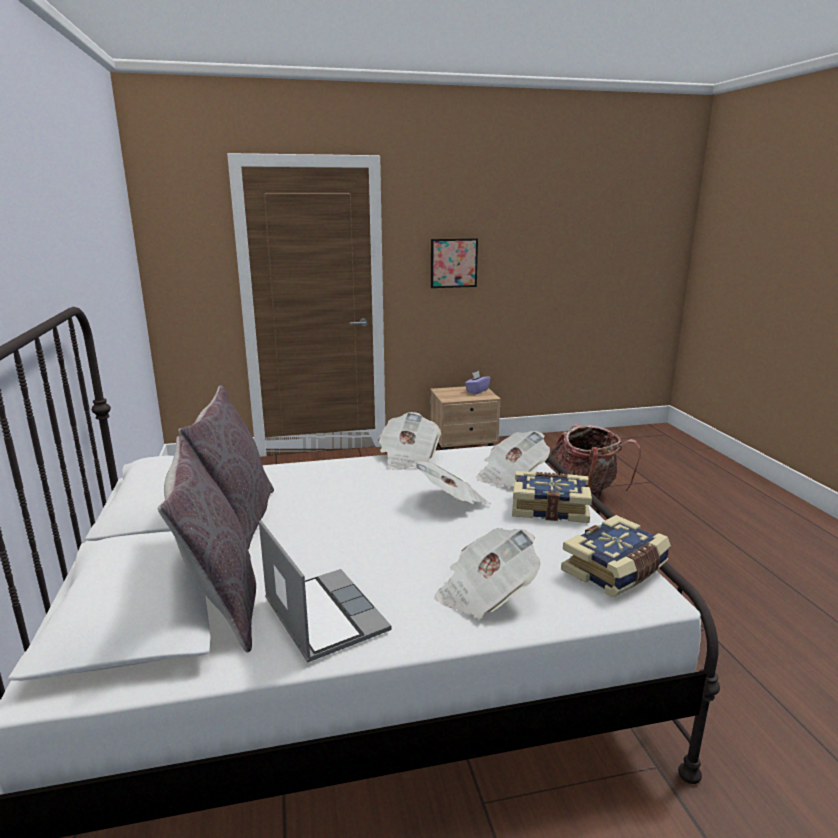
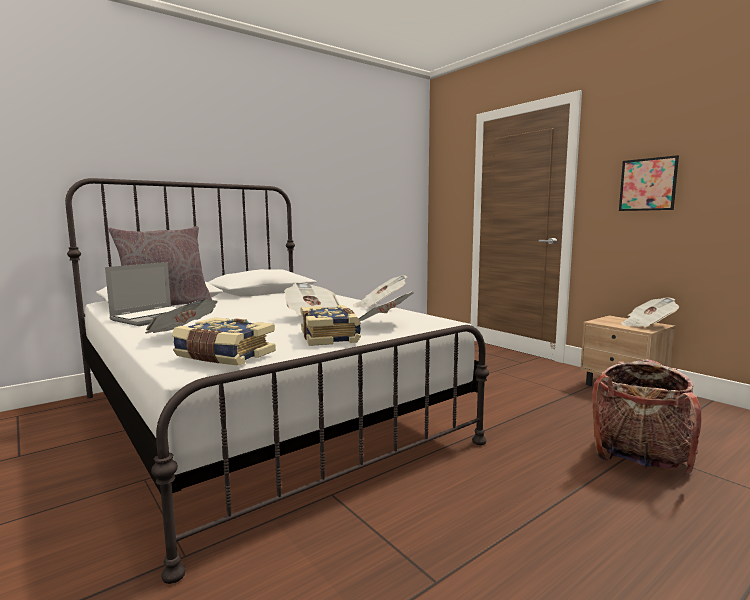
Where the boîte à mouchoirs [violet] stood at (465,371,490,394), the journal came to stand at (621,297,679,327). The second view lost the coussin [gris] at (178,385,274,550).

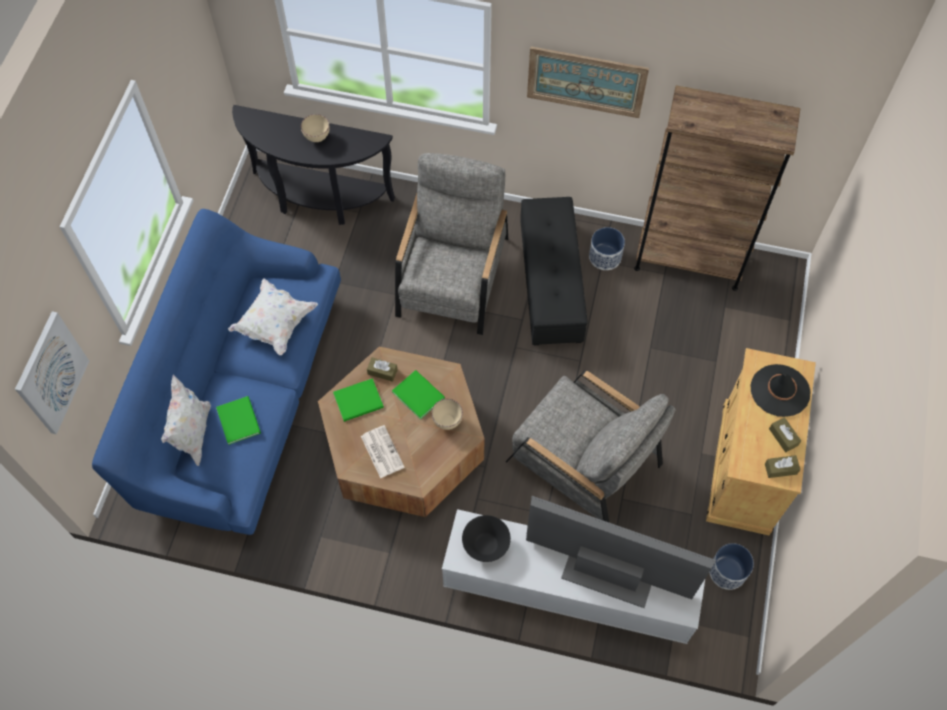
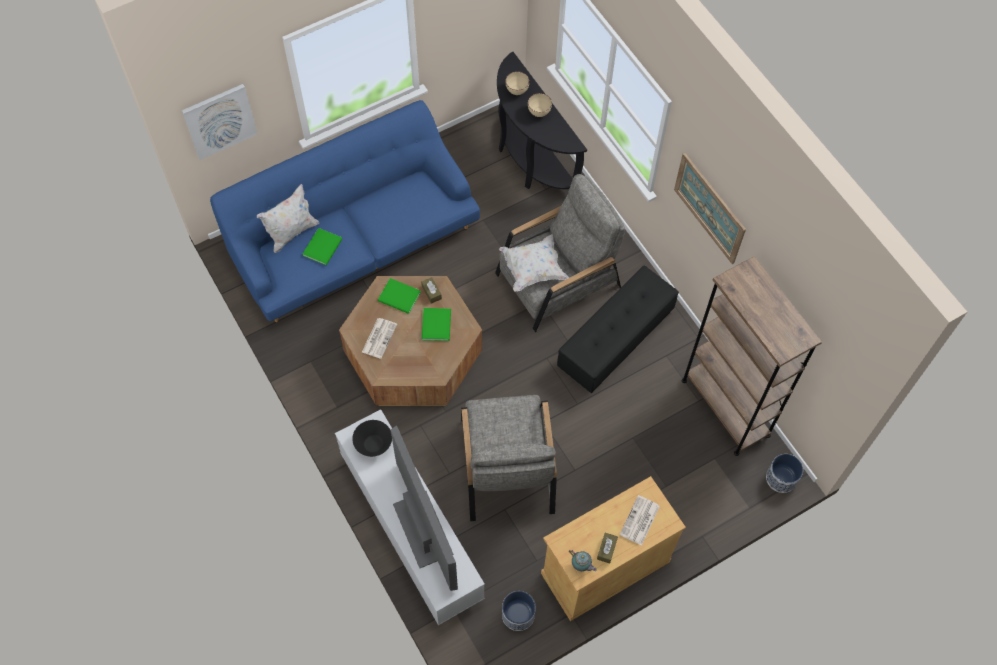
The cache-pot ended up elsewhere, having gone from (589,227,625,270) to (766,454,803,493). The coussin [blanc] ended up elsewhere, having gone from (228,278,318,355) to (499,234,569,292). Where the chapeau [noir] stood at (750,364,810,417), the journal came to stand at (620,495,660,546). The bol [beige] ended up elsewhere, having gone from (431,399,463,430) to (505,71,529,95). Where the boîte à mouchoirs [marron] stood at (765,455,800,478), the théière came to stand at (569,550,597,571).

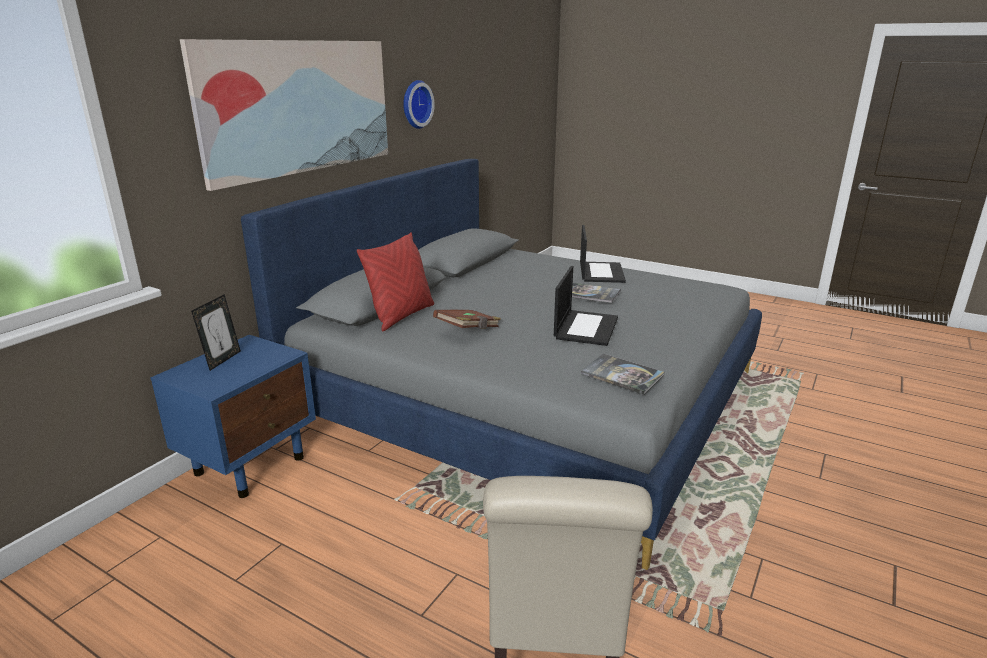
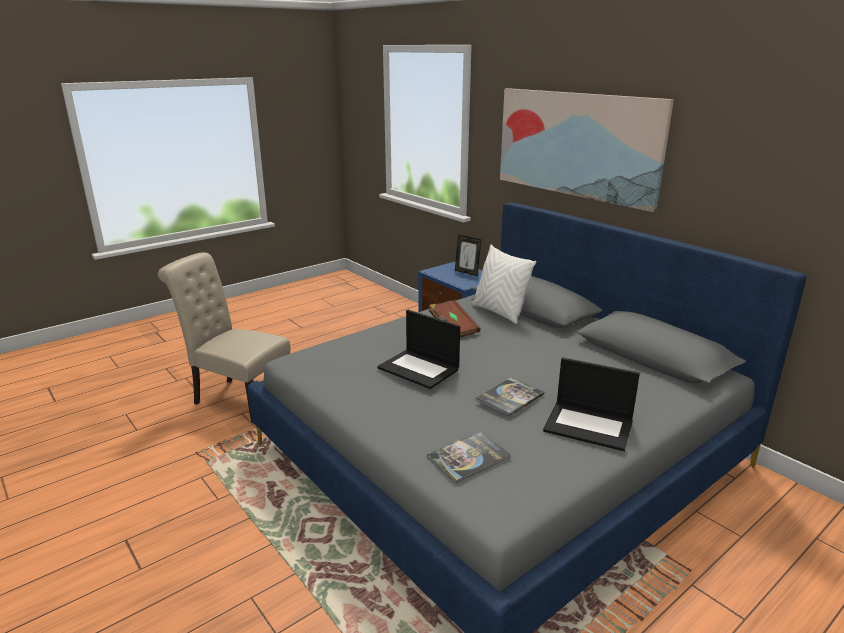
The second view lost the horloge murale at (403,80,435,129). What was the coussin [rouge] at (357,232,434,331) turned into the coussin [blanc] at (472,245,536,324). The livre ended up elsewhere, having gone from (581,354,664,394) to (427,431,511,483).

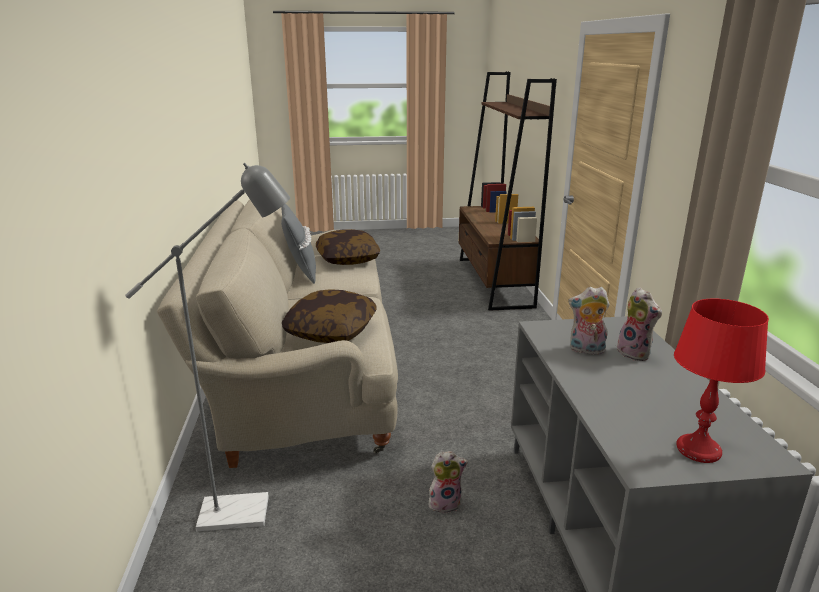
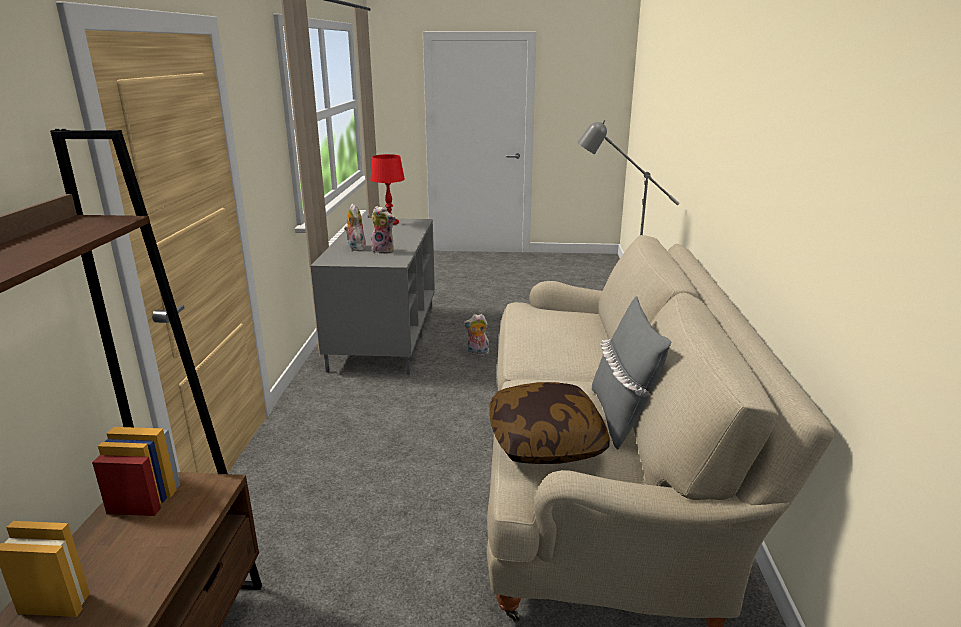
The second view lost the coussin at (282,289,376,343).

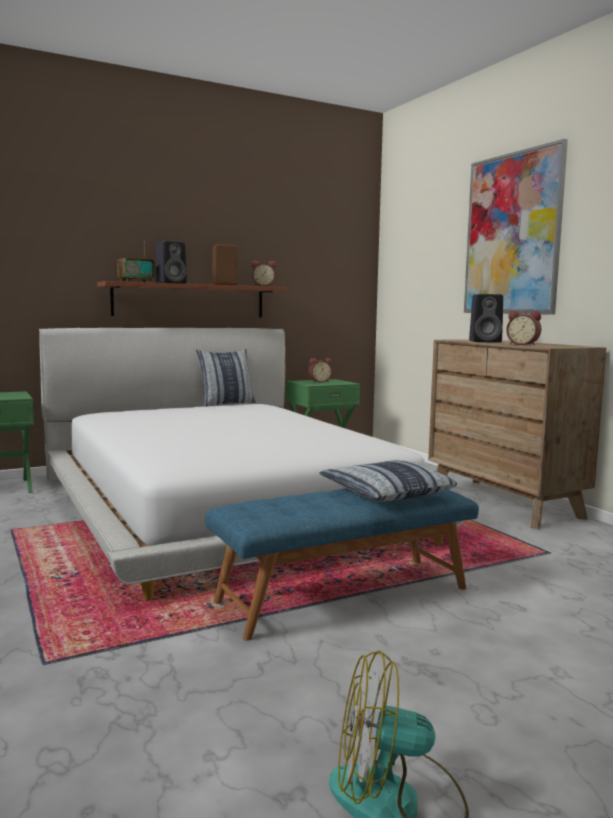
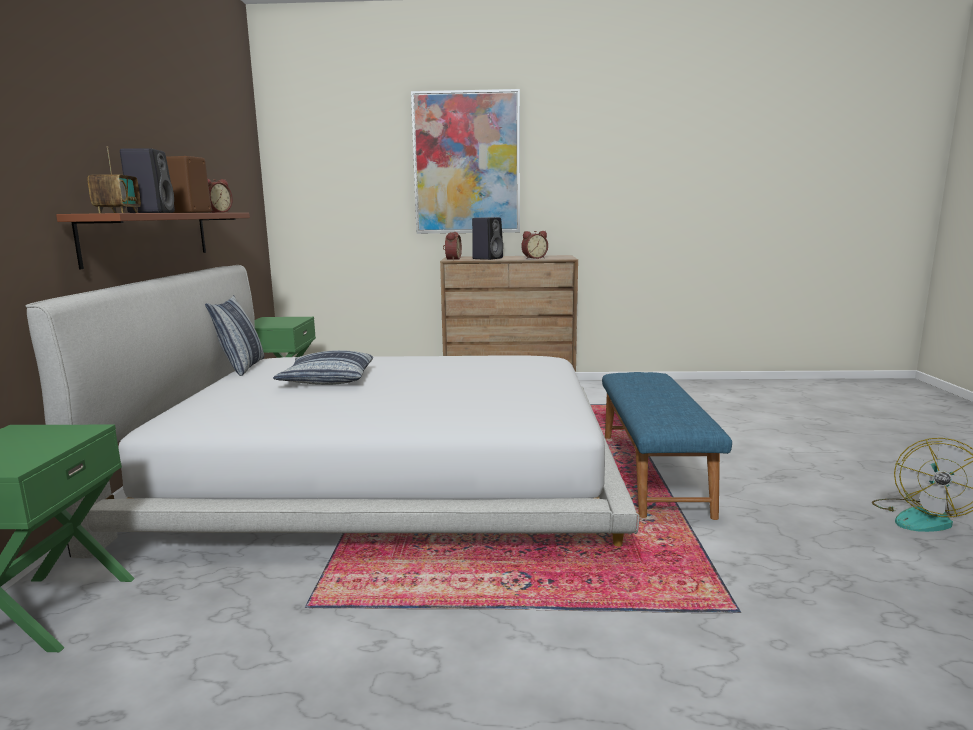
The réveil ended up elsewhere, having gone from (308,358,332,383) to (443,232,462,260). The coussin ended up elsewhere, having gone from (320,460,457,502) to (273,350,373,385).

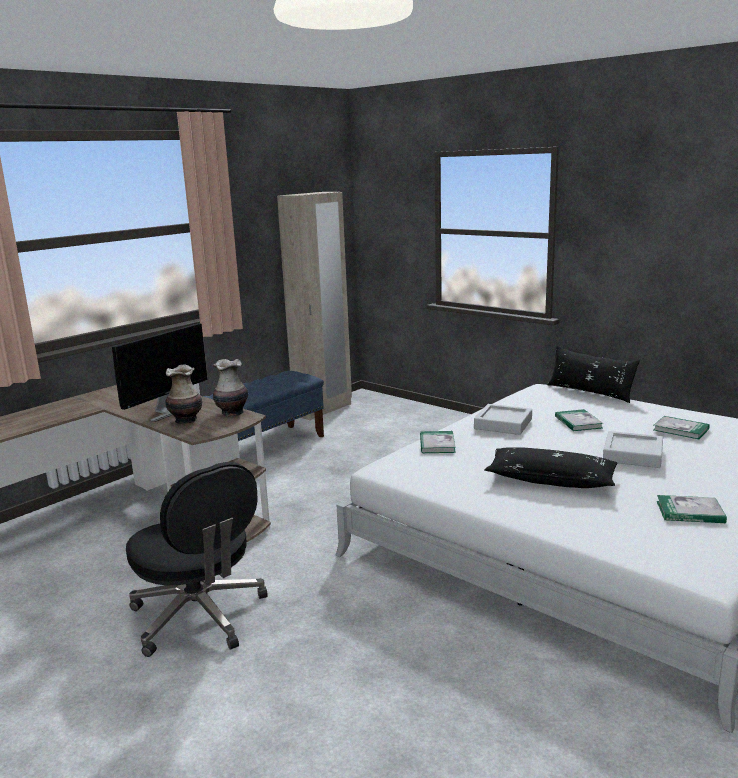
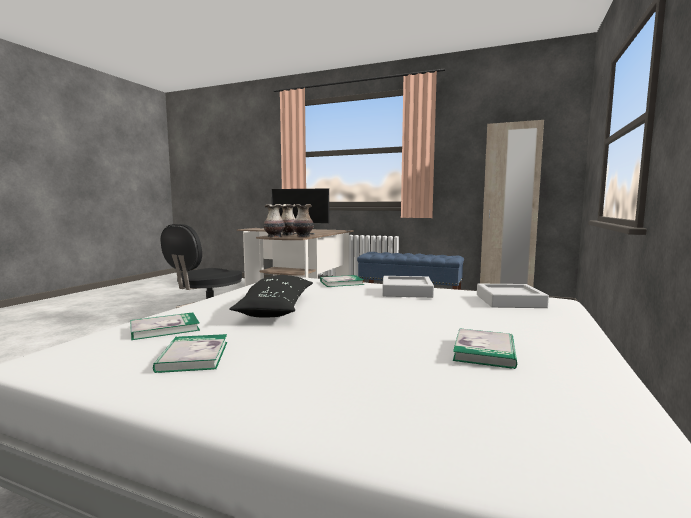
The second view lost the coussin [noir] at (548,345,640,403). The livre ended up elsewhere, having gone from (555,409,603,431) to (130,312,200,340). The plateau [gris] ended up elsewhere, having gone from (603,431,663,468) to (477,284,549,308). The second view gained the vase at (264,204,285,237).

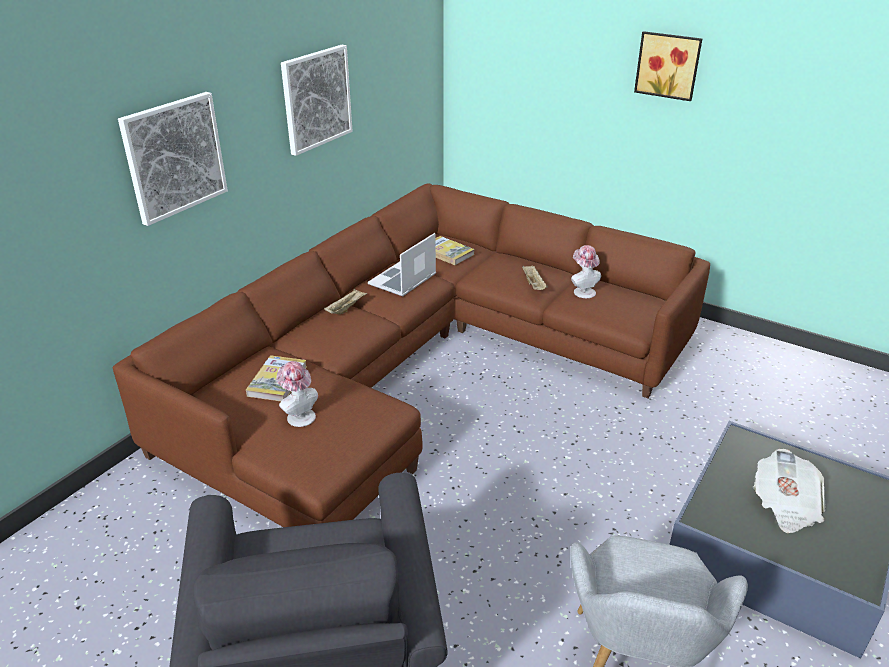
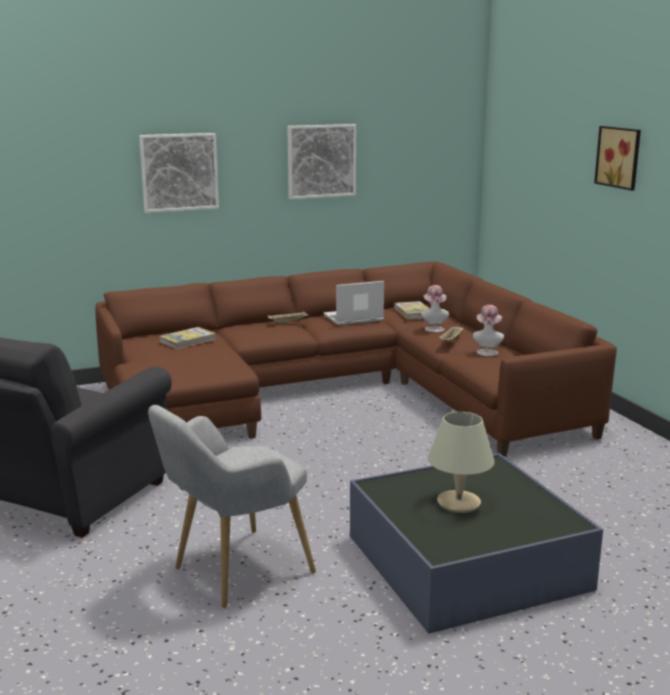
The chapeau ended up elsewhere, having gone from (276,361,318,427) to (421,285,449,332). Where the journal stood at (754,449,825,533), the lampe de table [beige] came to stand at (428,412,495,513).

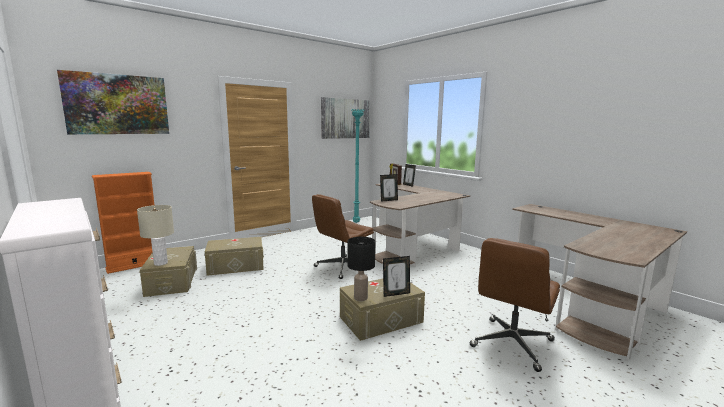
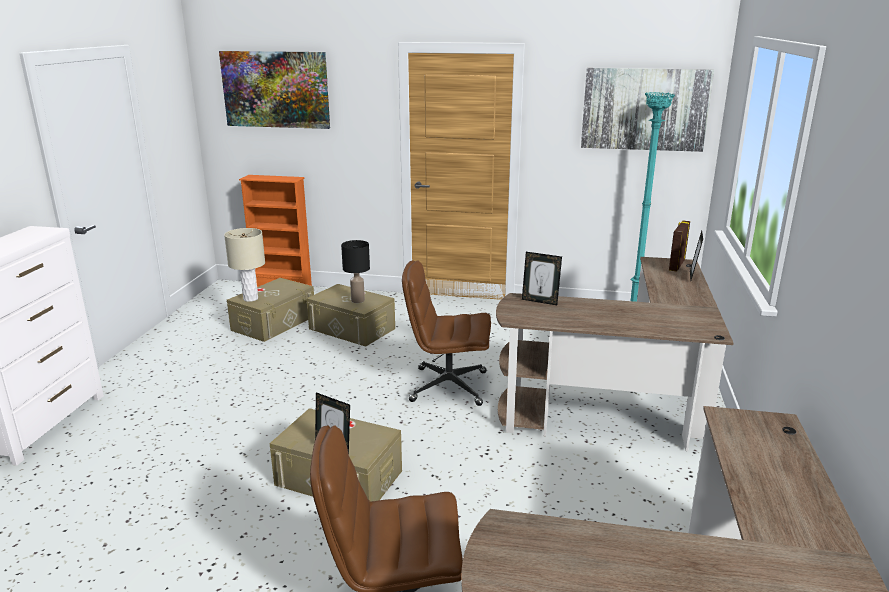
The lampe de table [noir] ended up elsewhere, having gone from (348,237,375,301) to (341,240,370,303).

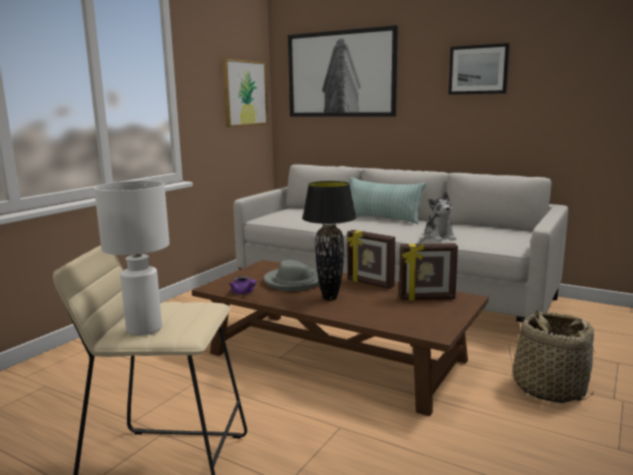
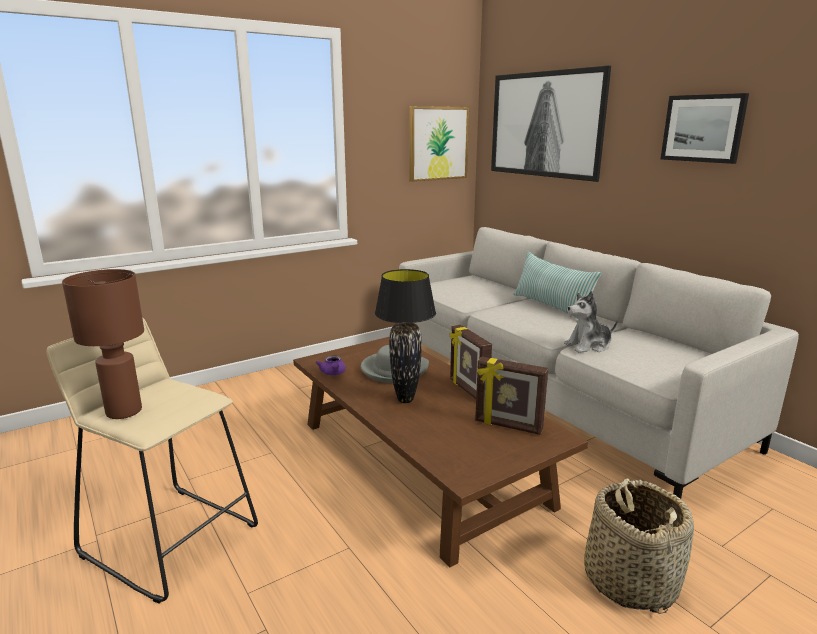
What was the lampe de table [blanc] at (94,181,169,336) turned into the lampe de table [marron] at (62,269,144,419). The peluche at (424,191,456,242) ended up facing another way, 60 degrees clockwise from before.

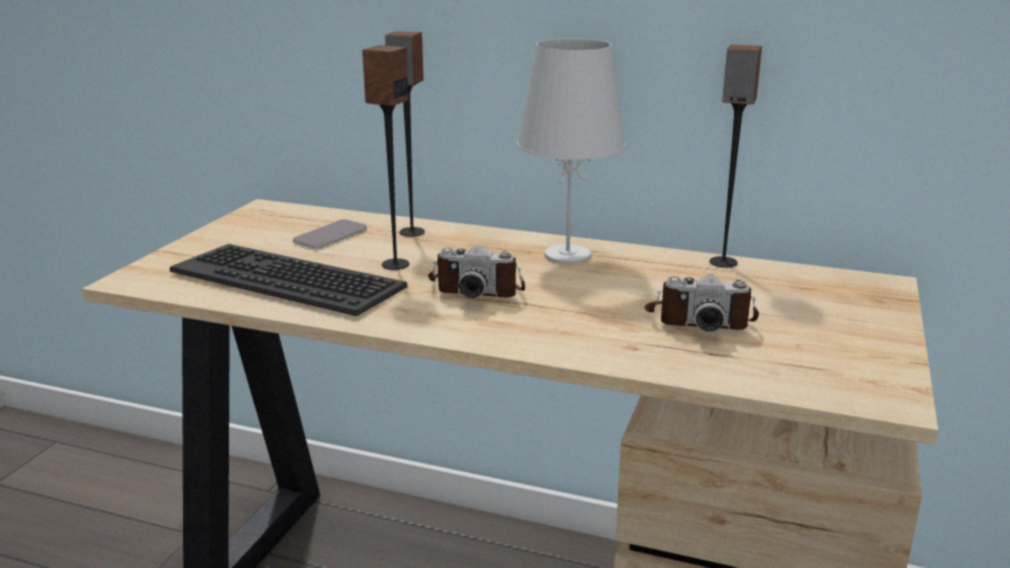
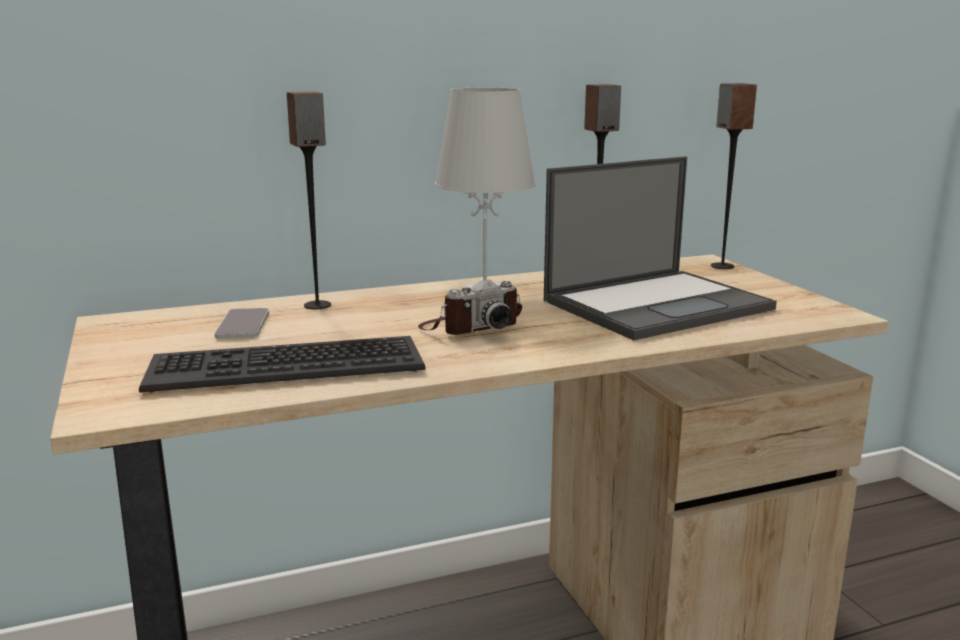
The enceinte ended up elsewhere, having gone from (362,45,409,270) to (711,83,757,269). Where the appareil photo stood at (645,274,759,332), the ordinateur portable came to stand at (544,156,777,340).

